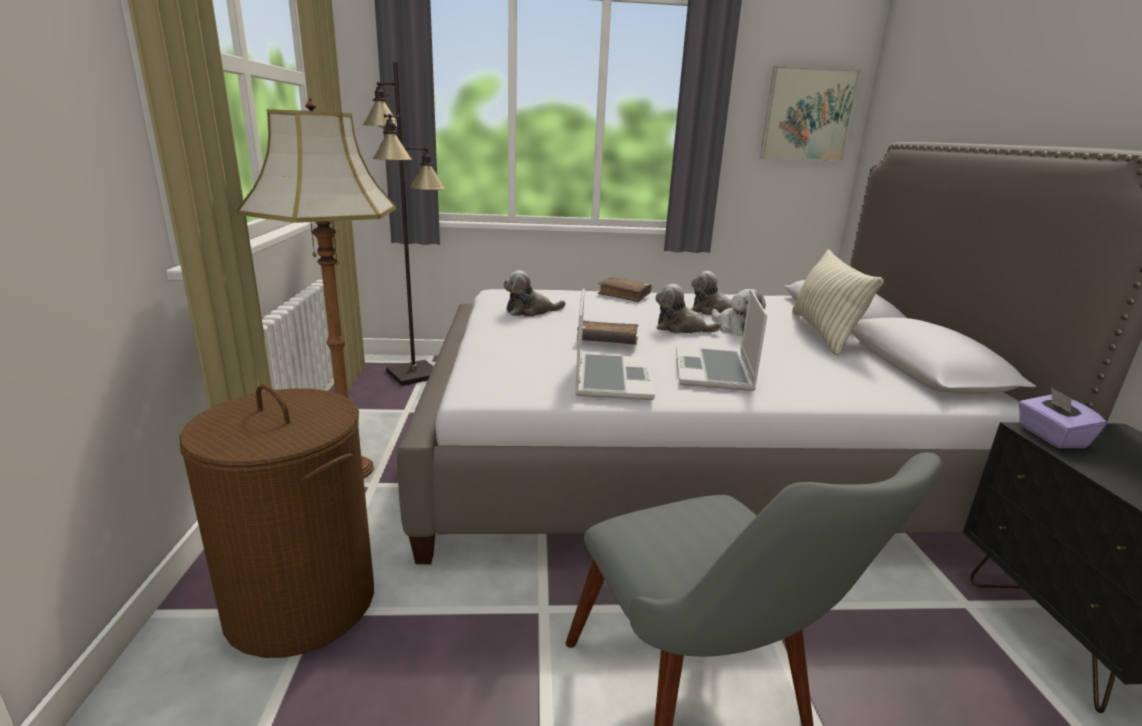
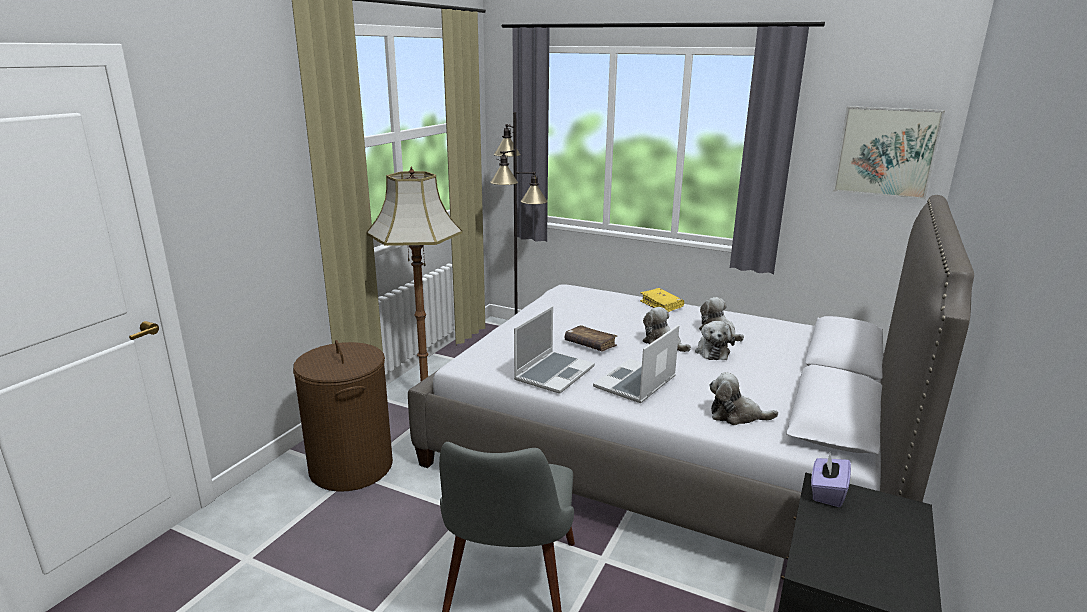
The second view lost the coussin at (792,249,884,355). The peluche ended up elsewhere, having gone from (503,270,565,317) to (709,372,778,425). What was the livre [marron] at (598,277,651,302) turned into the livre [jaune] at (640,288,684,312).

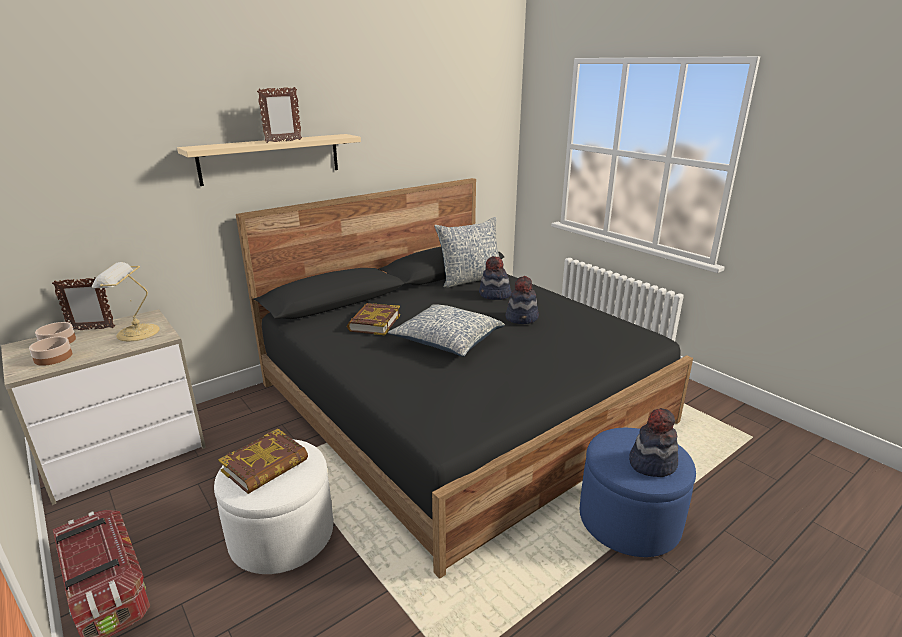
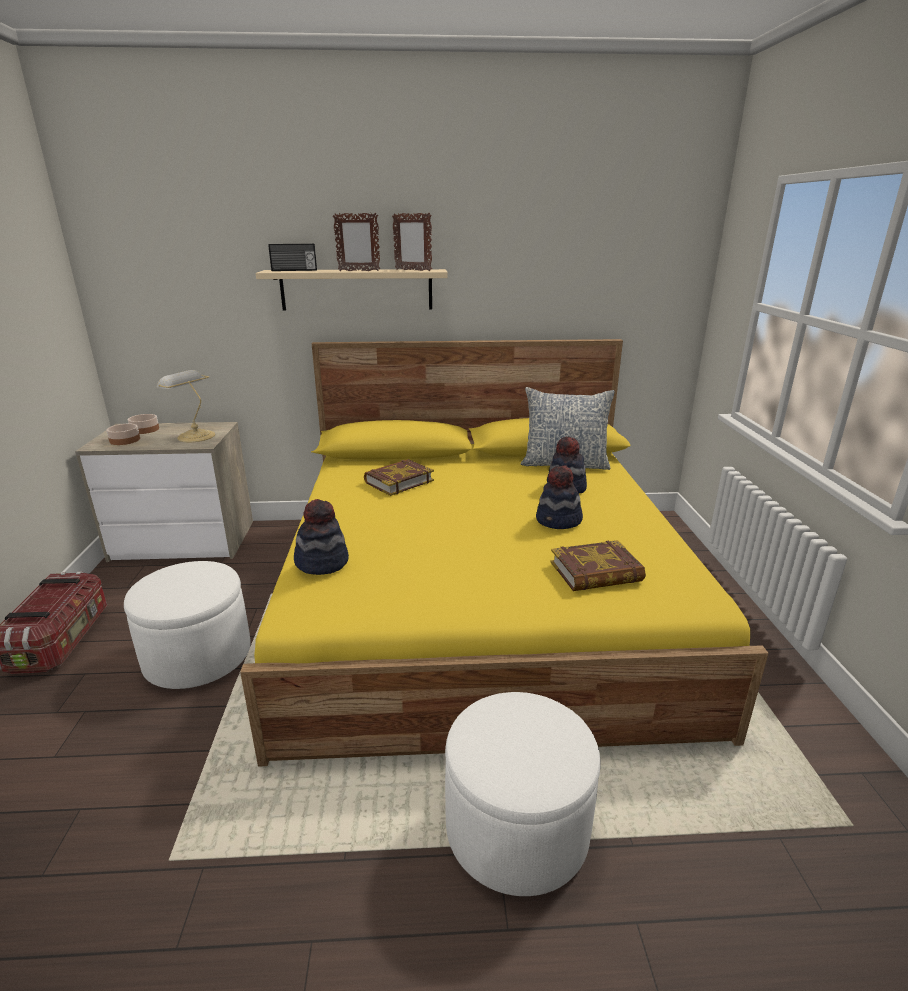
What was the lit [noir] at (236,178,693,579) turned into the lit [jaune] at (240,339,769,767). The cadre photo ended up elsewhere, having gone from (52,278,115,330) to (392,212,432,271). The second view lost the coussin at (388,304,505,357). The chapeau ended up elsewhere, having gone from (629,408,678,477) to (294,499,349,575). What was the pouf [bleu] at (580,428,696,557) turned into the pouf [blanc] at (445,692,600,896). The livre ended up elsewhere, having gone from (218,429,308,494) to (550,540,646,591). The second view gained the radio at (268,244,317,271).

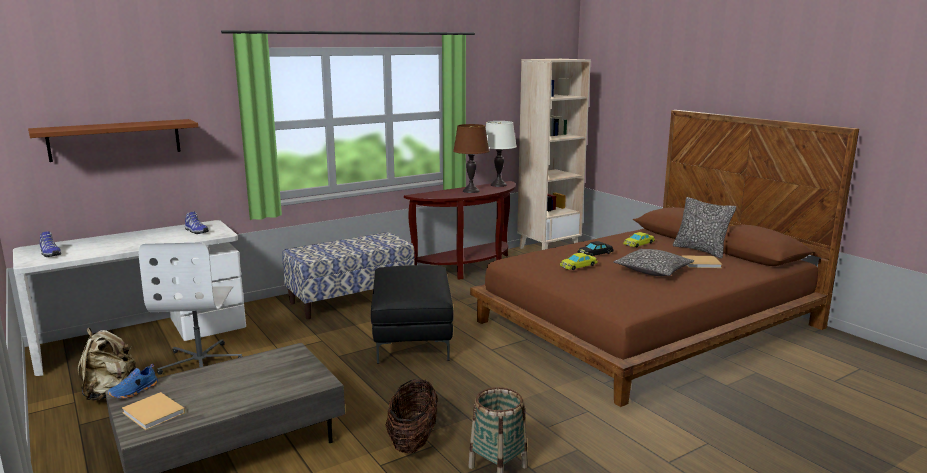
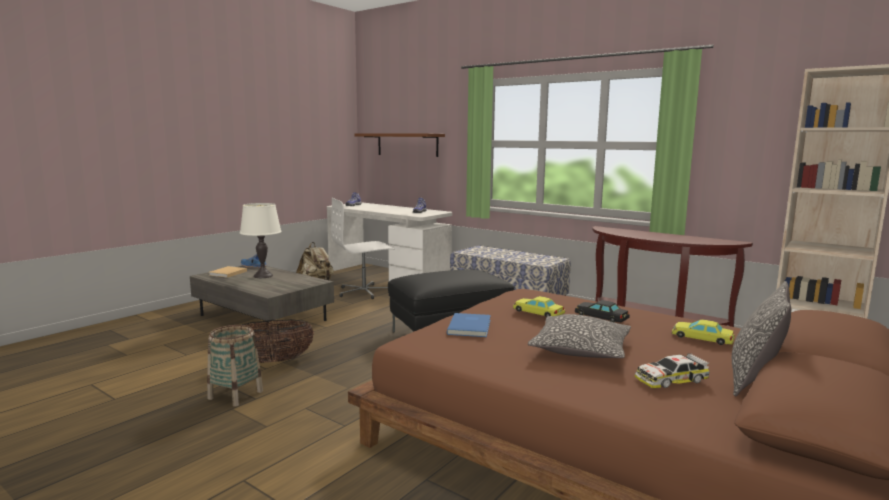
The lampe de table [blanc] ended up elsewhere, having gone from (486,121,517,187) to (240,203,282,278). The second view lost the lampe de table [marron] at (453,124,489,193). Where the livre [beige] stood at (682,255,722,268), the petite voiture came to stand at (635,353,710,388). The second view gained the livre [bleu] at (447,313,491,337).

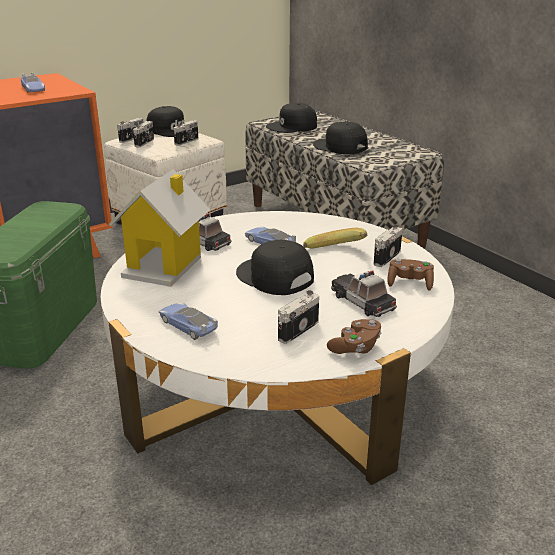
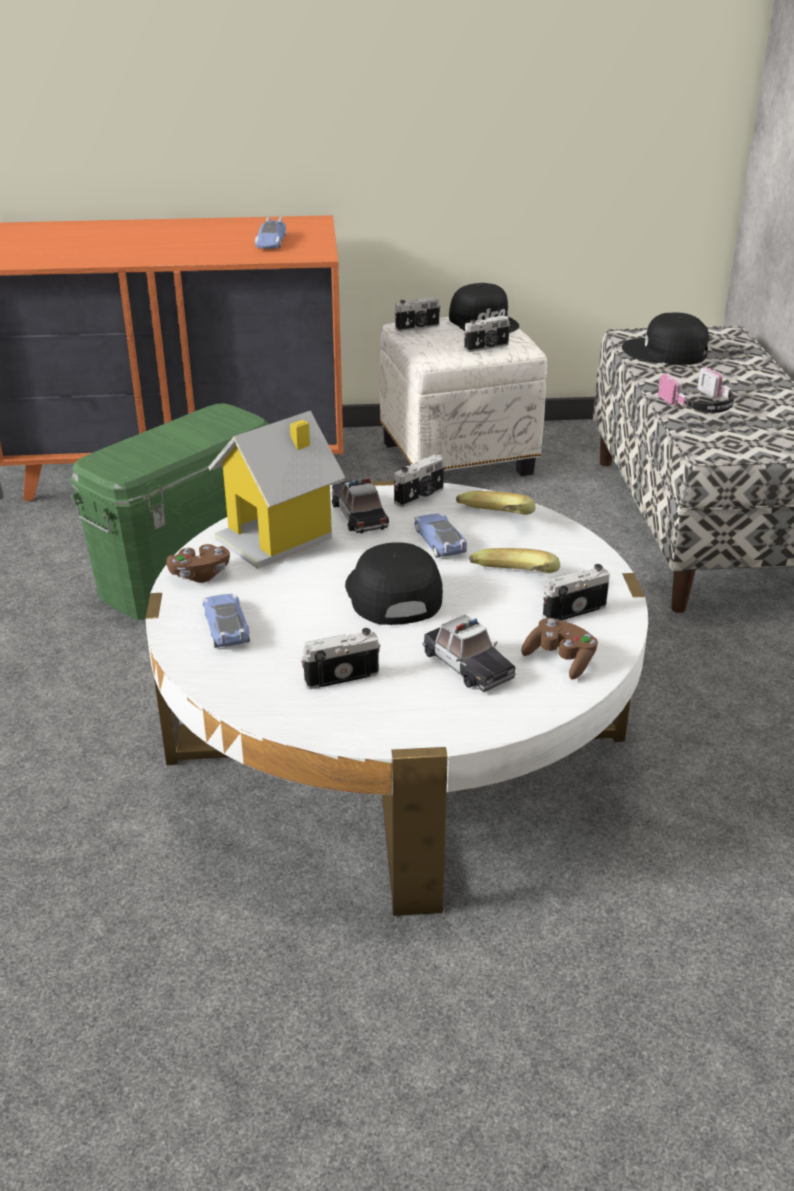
The appareil photo ended up elsewhere, having gone from (133,121,154,147) to (394,454,444,507). Where the casquette [noir] stood at (313,122,368,154), the casque audio came to stand at (658,367,734,413). The petite voiture at (331,270,397,317) ended up facing another way, 150 degrees clockwise from before. The manette [marron] ended up elsewhere, having gone from (327,319,381,354) to (166,544,230,583). The second view gained the banane at (456,491,535,515).

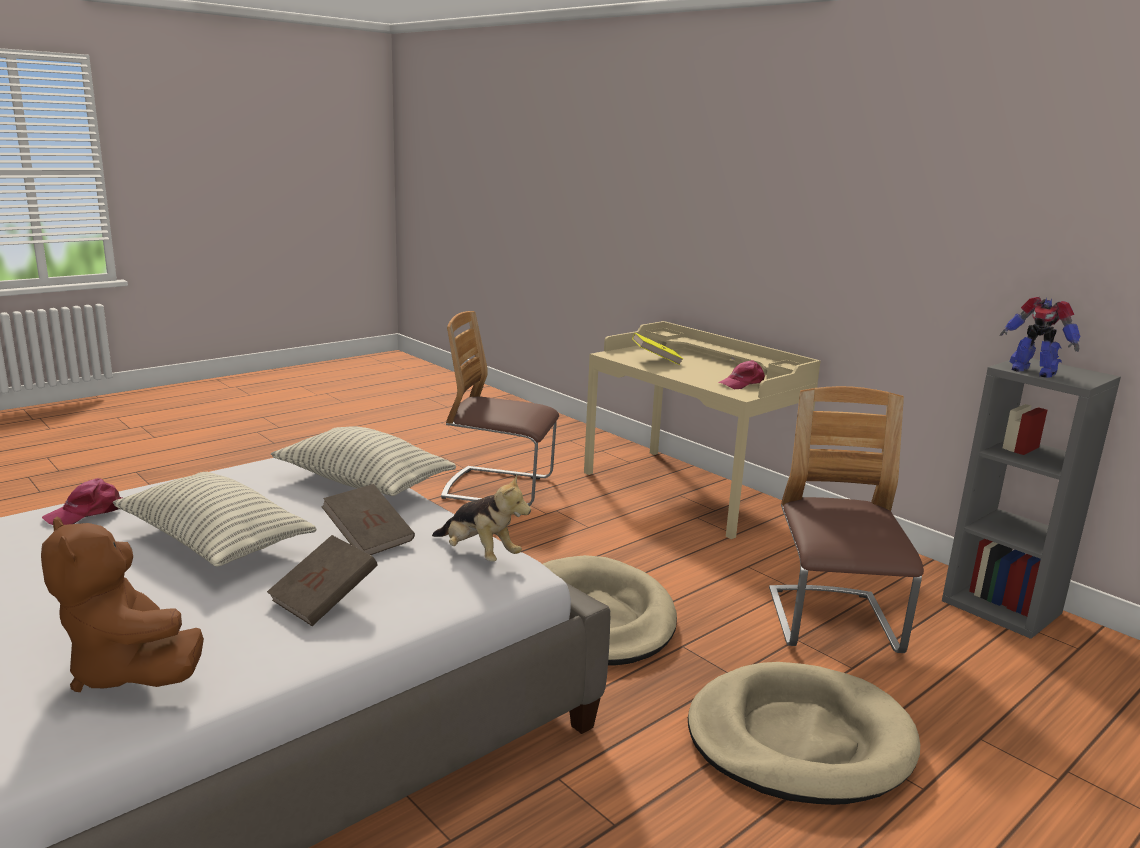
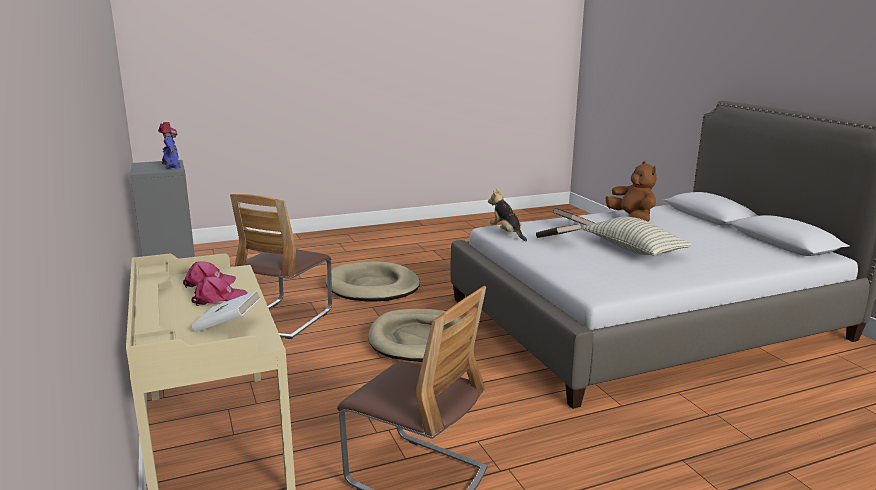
What was the livre [jaune] at (632,333,683,365) turned into the livre [blanc] at (192,291,261,332). The second view lost the coussin at (271,426,456,496). The casquette [rose] ended up elsewhere, having gone from (42,478,122,525) to (191,277,247,306).

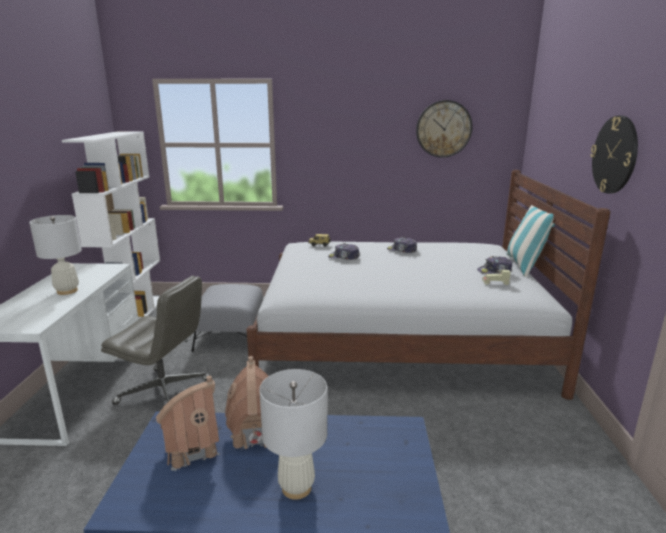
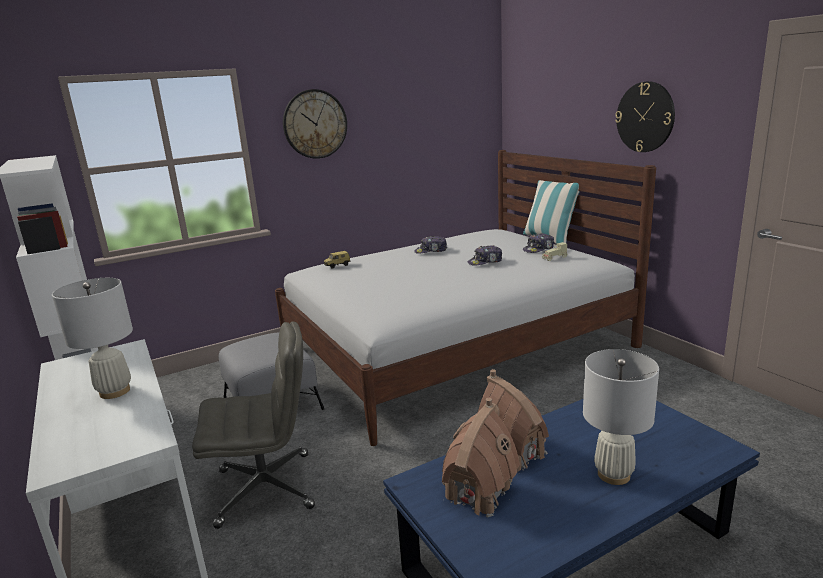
The horloge murale ended up elsewhere, having gone from (416,100,473,158) to (283,89,347,159). The casquette ended up elsewhere, having gone from (328,243,359,260) to (468,245,502,266).

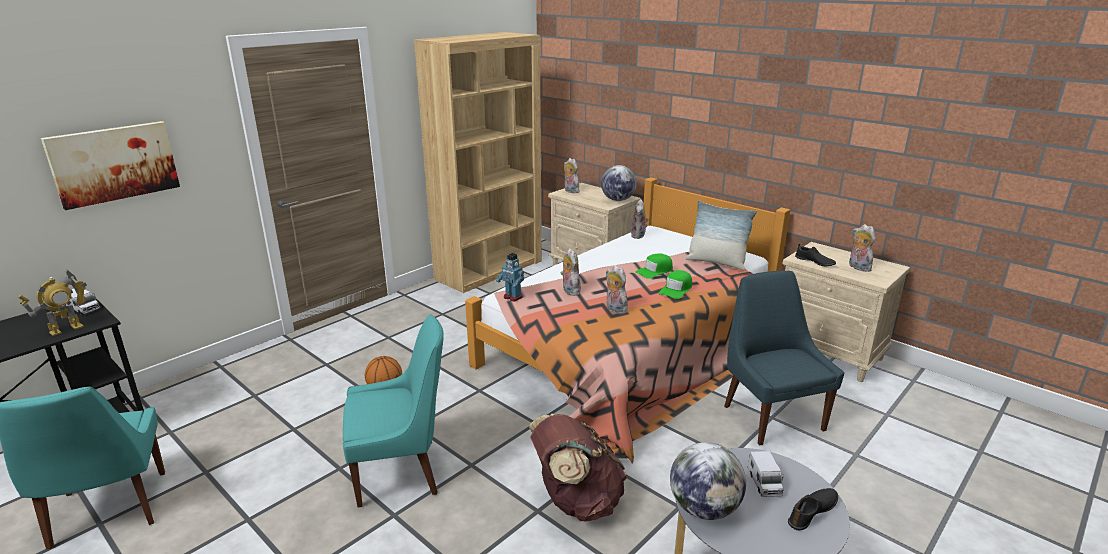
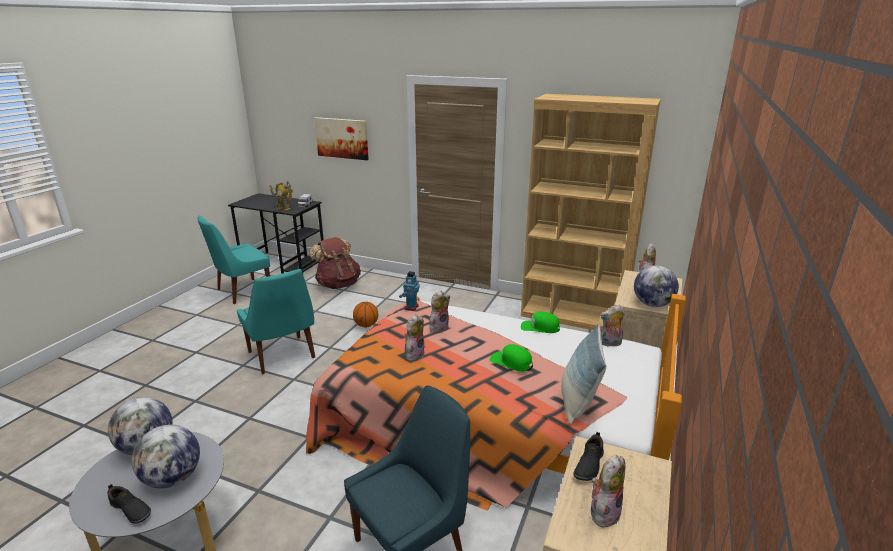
The casquette [vert] ended up elsewhere, having gone from (659,270,692,299) to (521,312,560,333). The sac à dos [marron] ended up elsewhere, having gone from (529,414,627,521) to (309,237,361,289). Where the camion jouet stood at (748,451,784,497), the globe came to stand at (132,424,200,488).

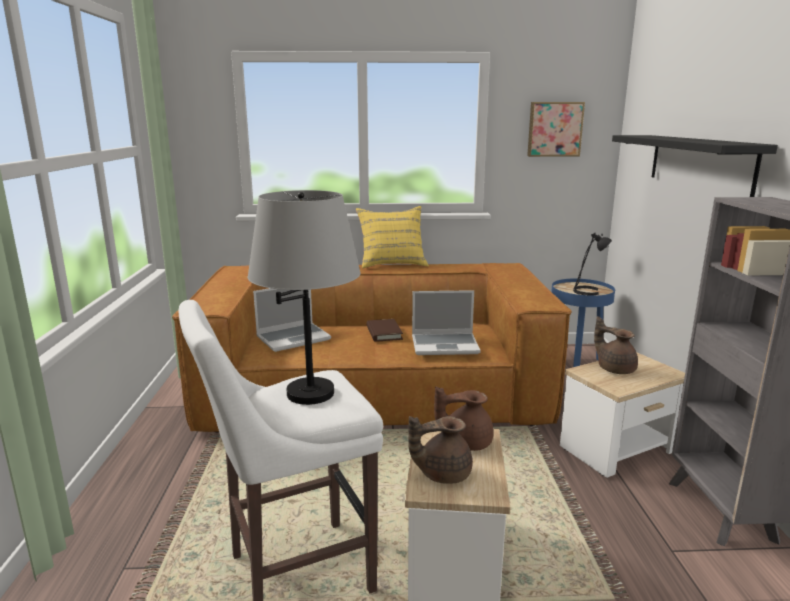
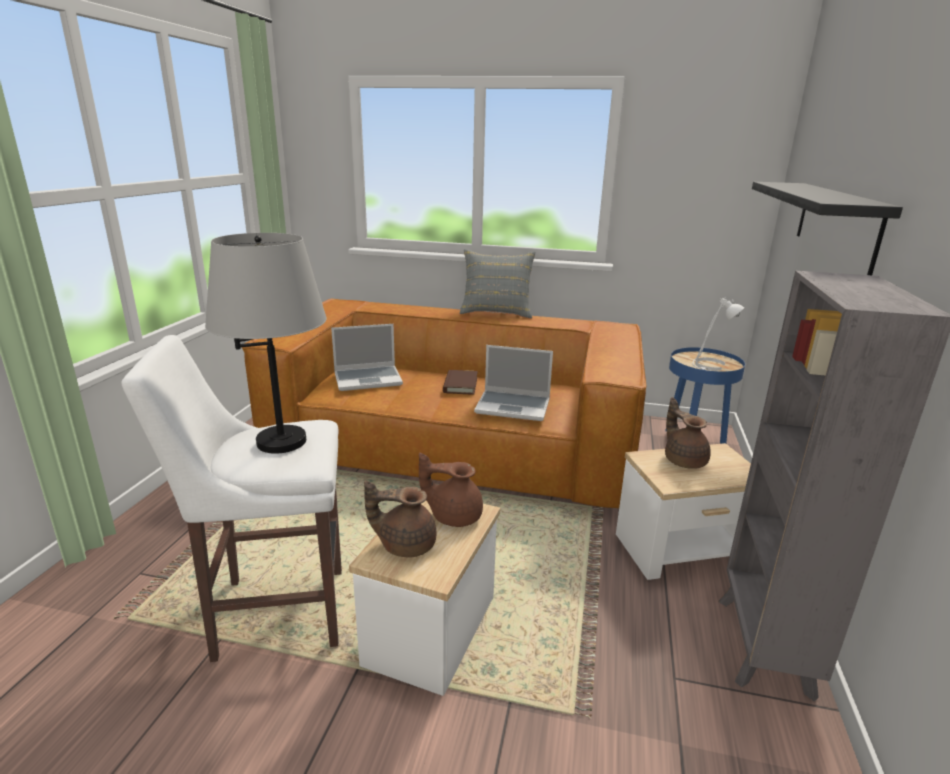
The second view lost the tableau at (527,102,585,157). What was the coussin [jaune] at (356,206,429,269) turned into the coussin [gris] at (460,249,535,318). What was the lampe de table [noir] at (573,233,612,296) turned into the lampe de table [blanc] at (693,297,744,371).

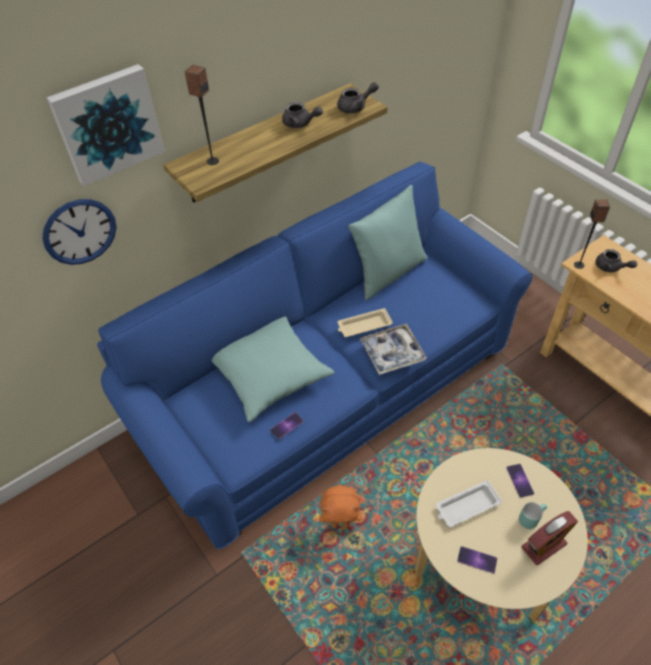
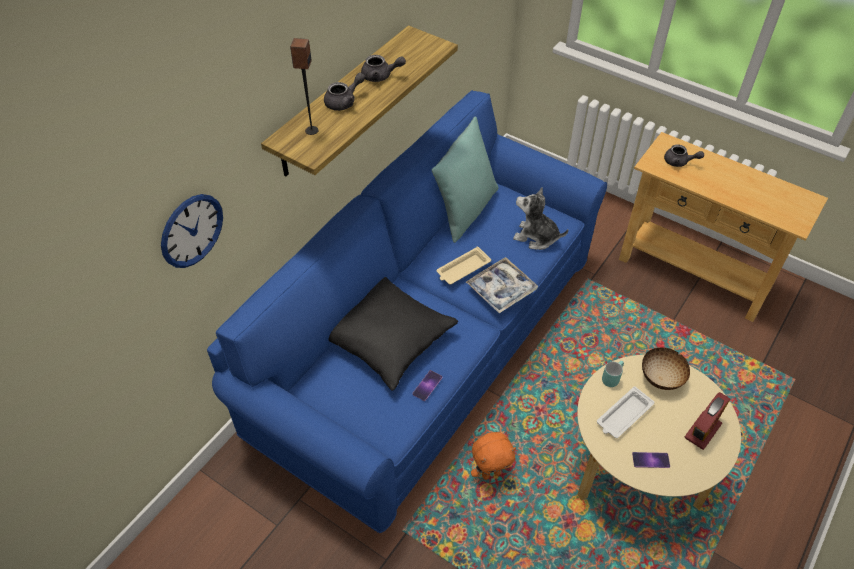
The second view lost the tableau at (47,64,165,186). The théière [gris] ended up elsewhere, having gone from (337,82,379,113) to (324,72,365,111). The second view lost the enceinte at (574,199,610,269). What was the coussin [turquoise] at (212,317,334,422) turned into the coussin [noir] at (329,277,458,391). Where the téléphone stood at (506,464,534,498), the bol came to stand at (642,348,690,390). The mug [turquoise] ended up elsewhere, having gone from (519,502,547,529) to (602,361,624,387). The second view gained the peluche at (513,187,568,250).

